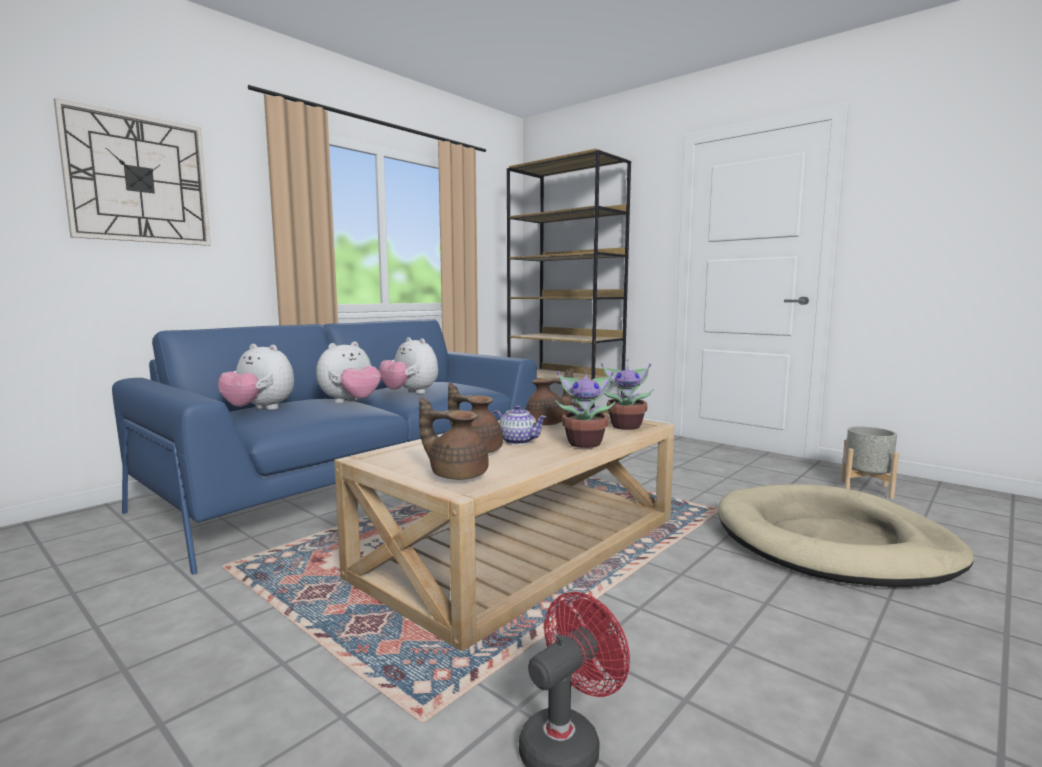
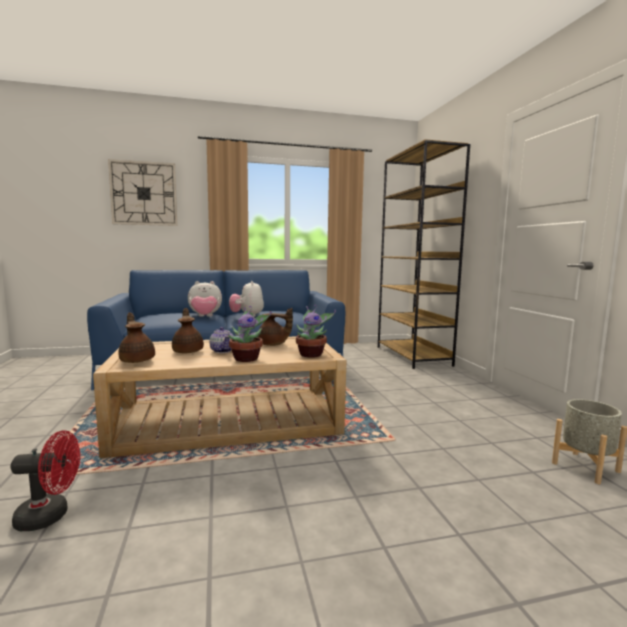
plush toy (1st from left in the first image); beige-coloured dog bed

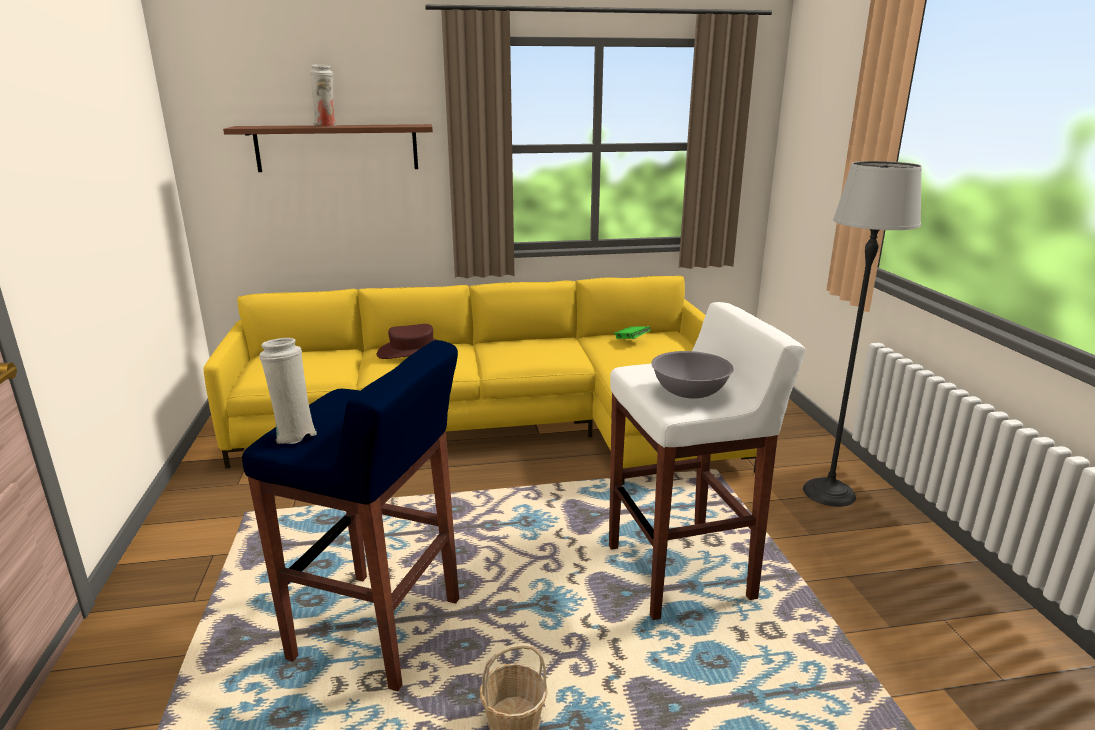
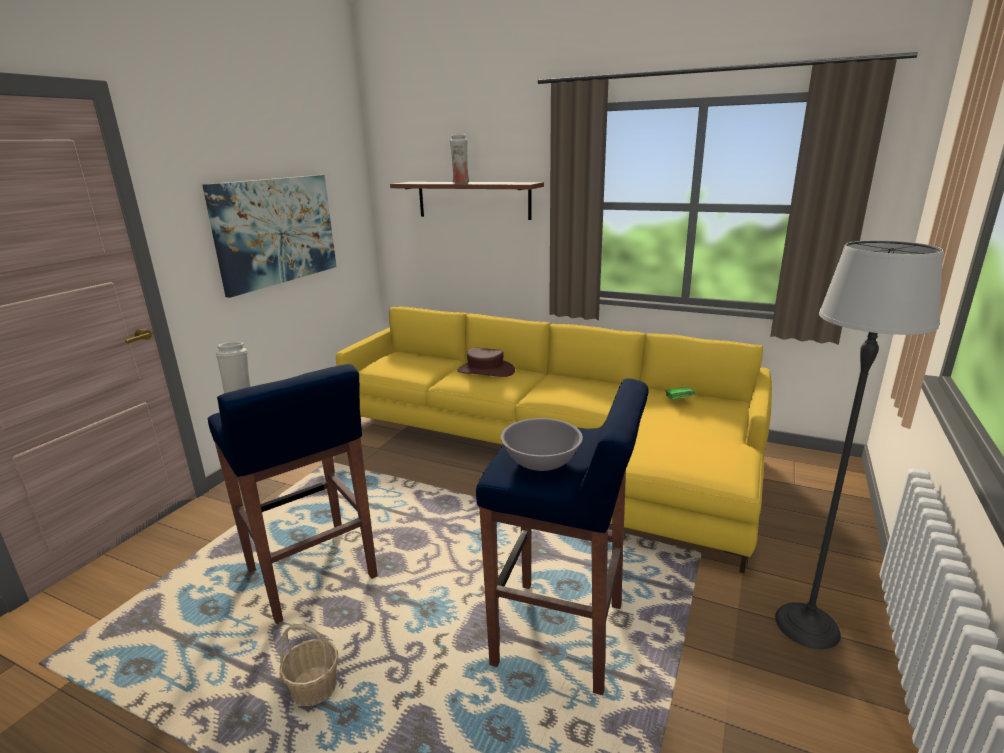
picture; bluish stool seat (2nd from left)

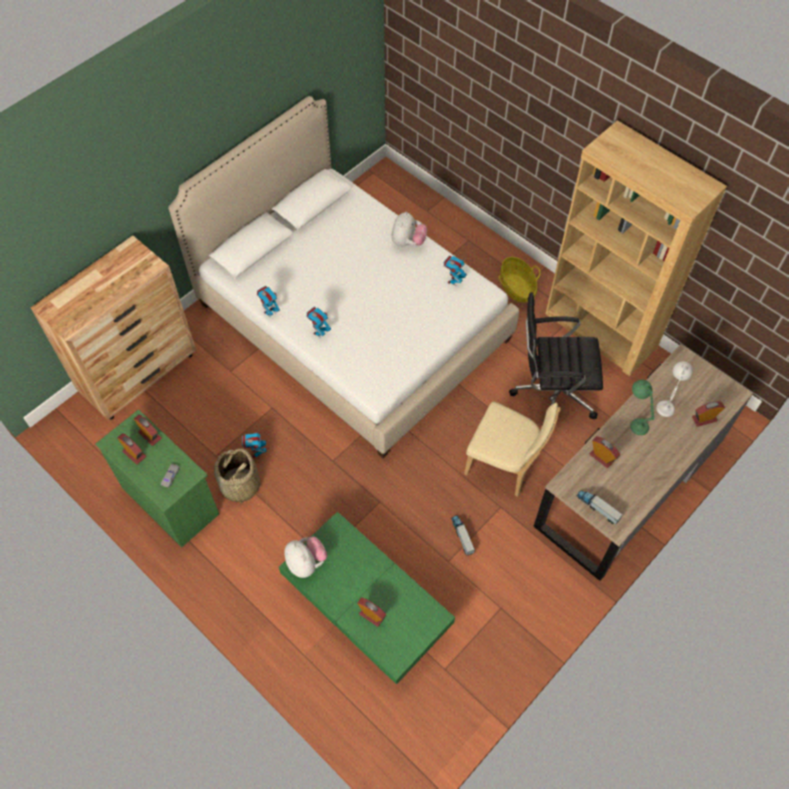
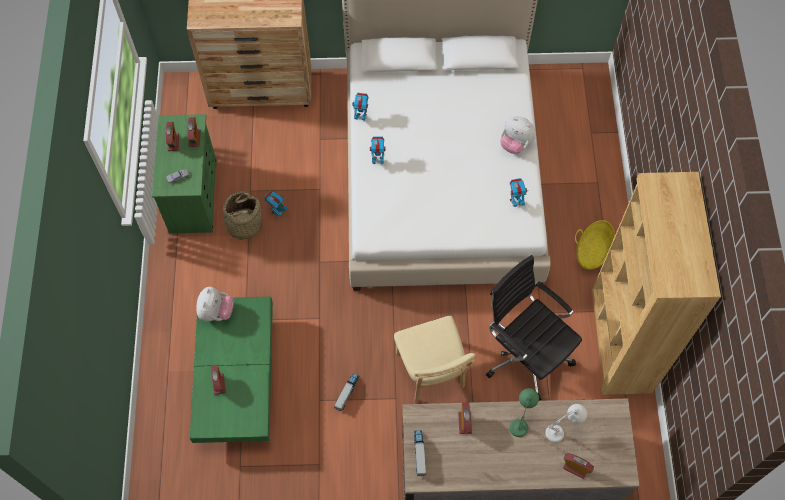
plush toy (2nd from left)

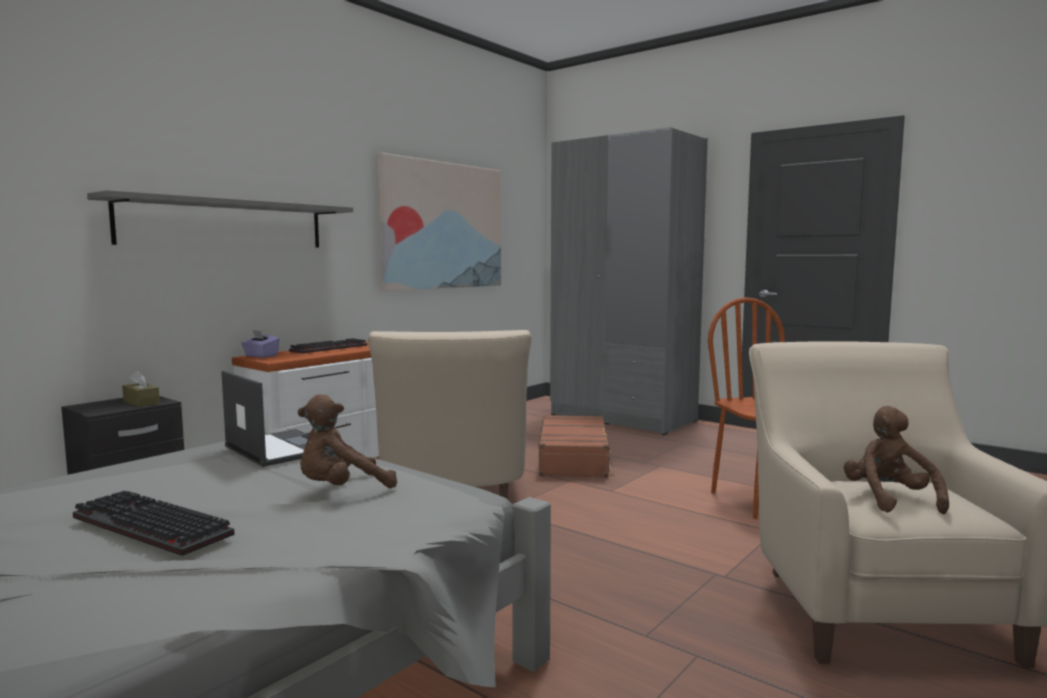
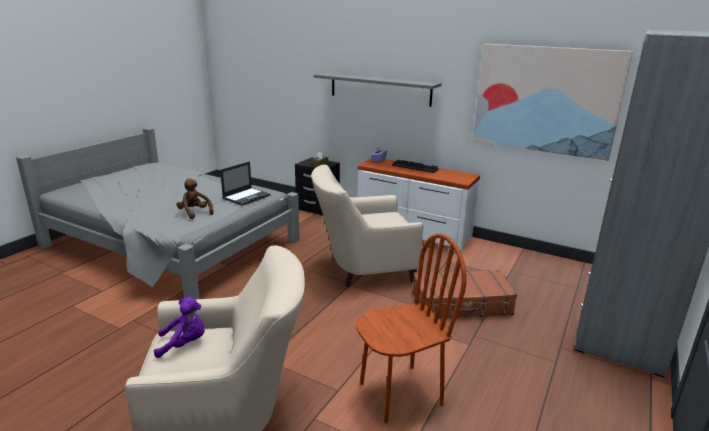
computer keyboard (1st from left in the first image); purple plush toy

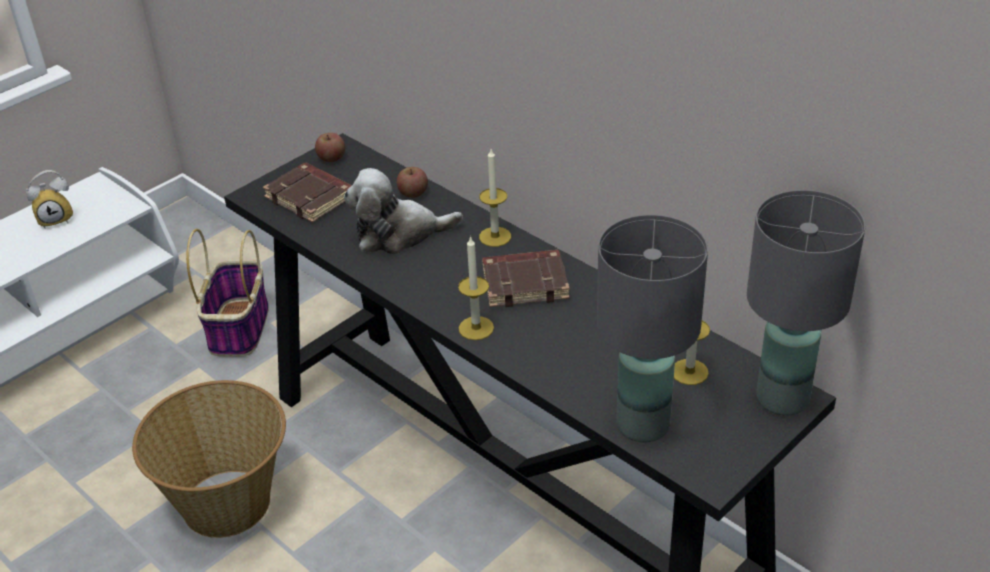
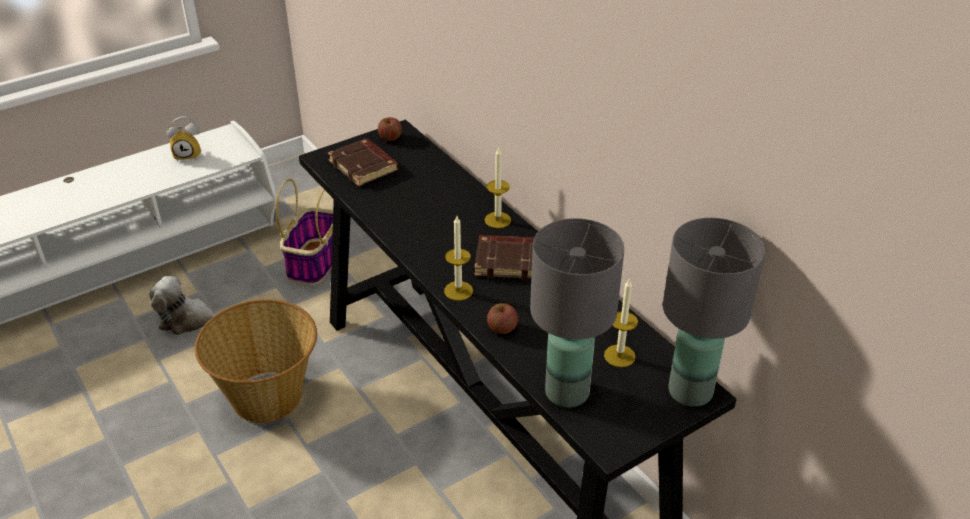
plush toy; whole apple (2nd from left)

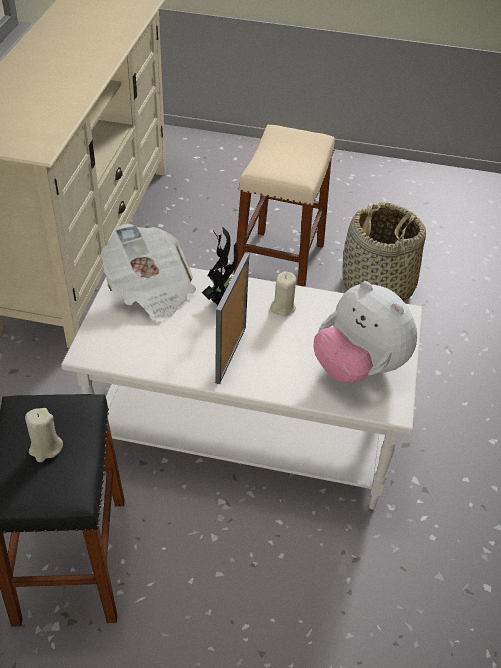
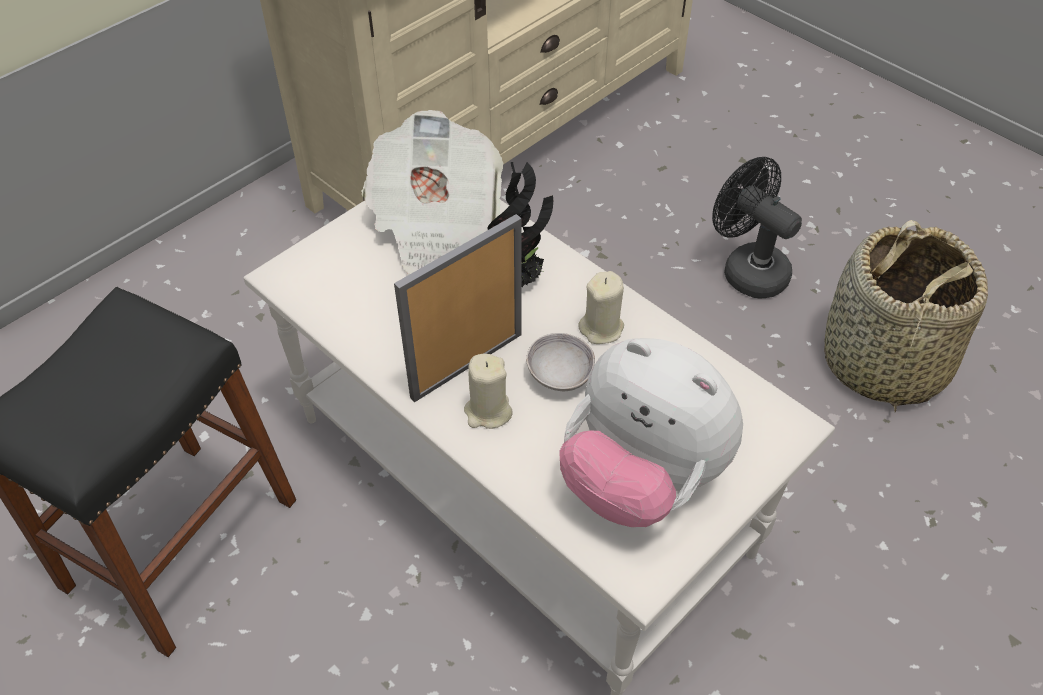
grey bowl; beige-coloured candle (1st from left); blackish electric fan; plush toy

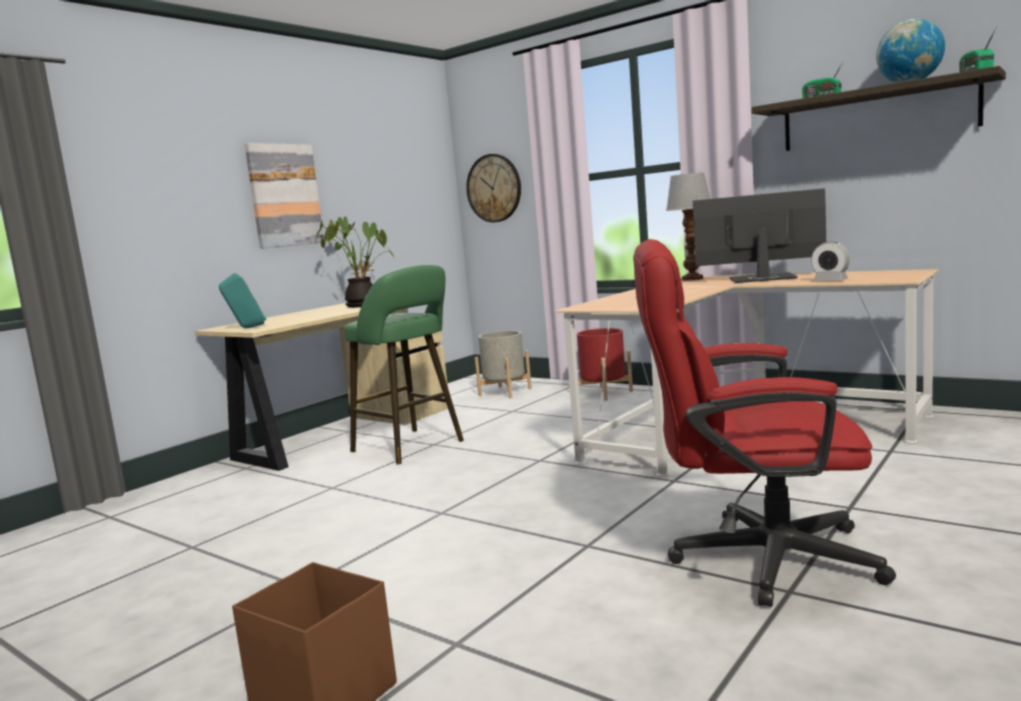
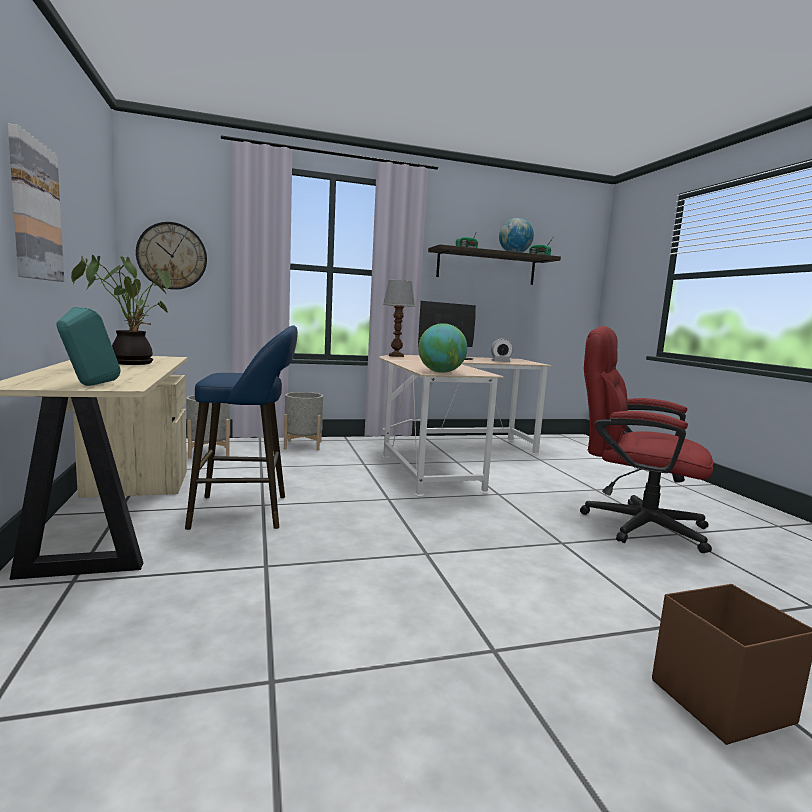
desk globe (1st from left); bluish stool seat; grey planter (2nd from left); reddish desk chair

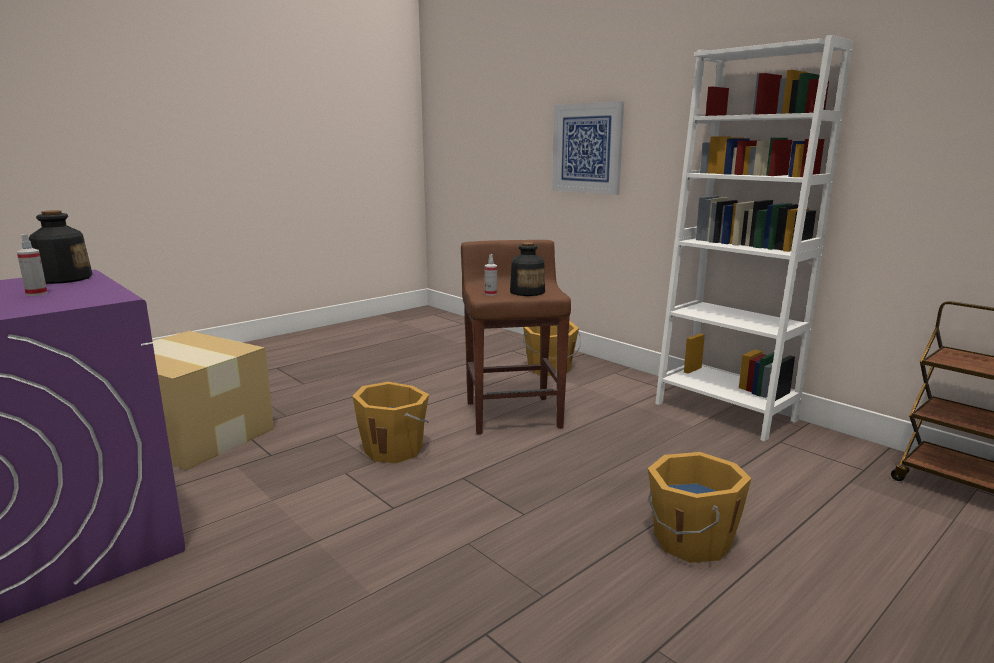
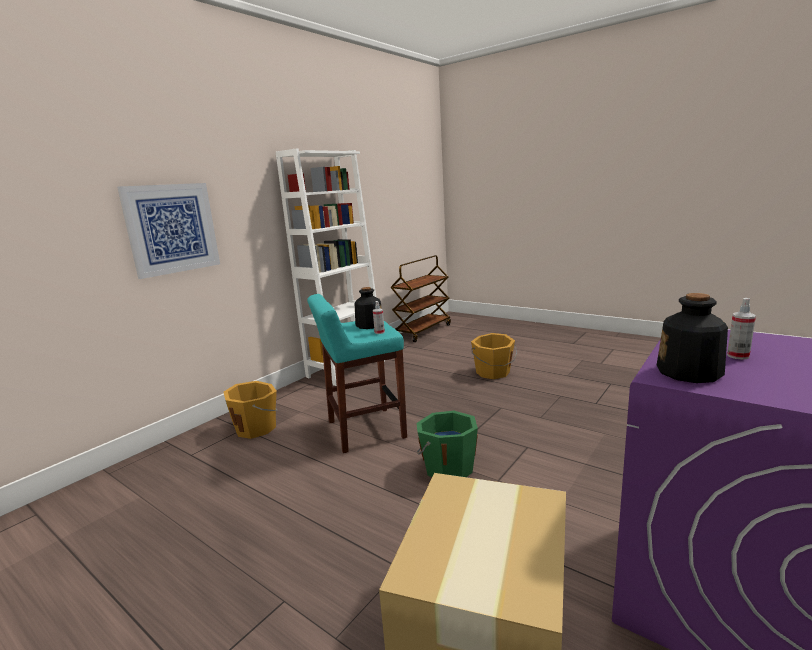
green-coloured pail; turquoise stool seat

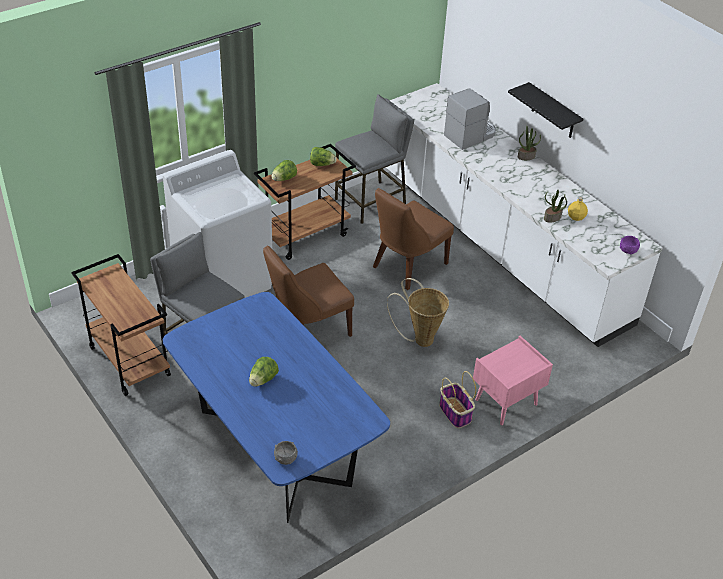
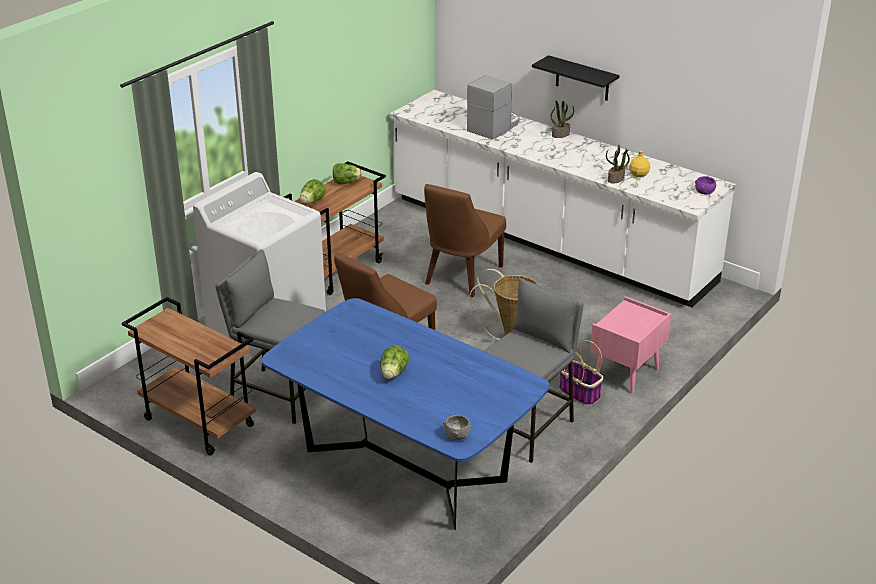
grey stool seat (2nd from left)

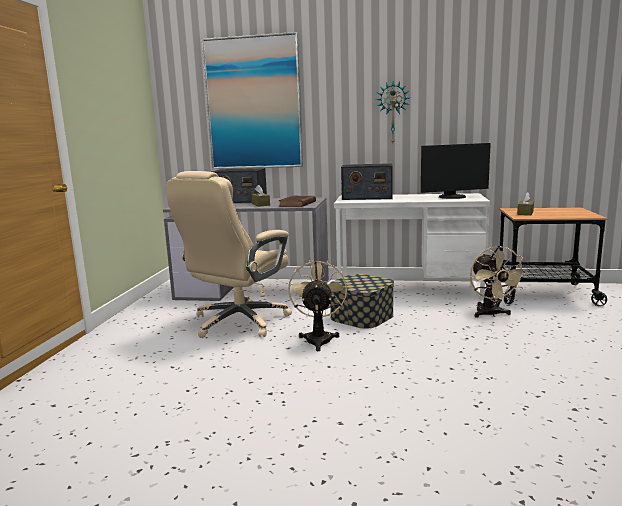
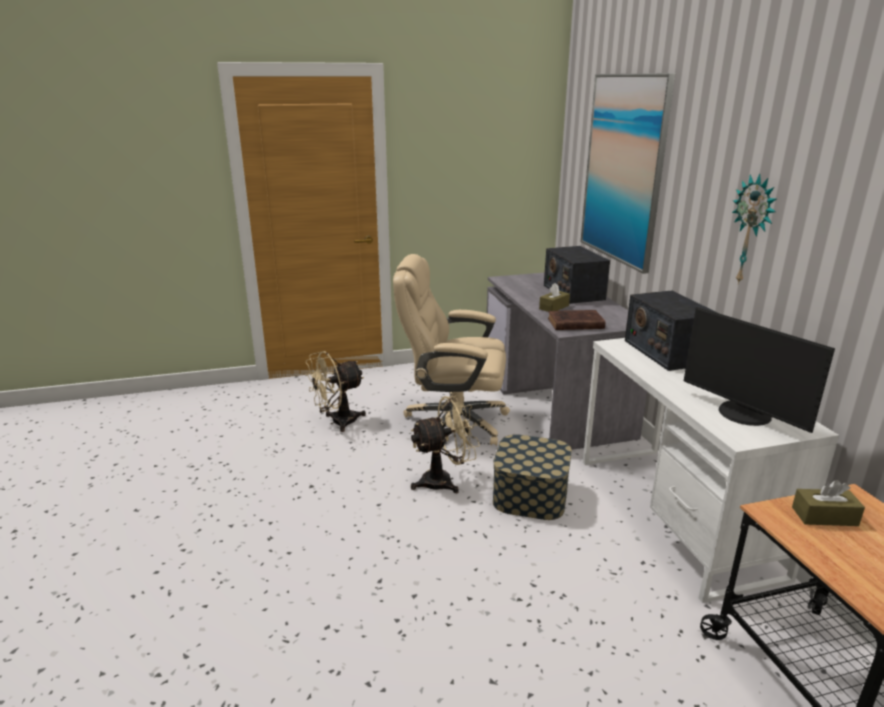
beige-coloured electric fan (1st from left)

